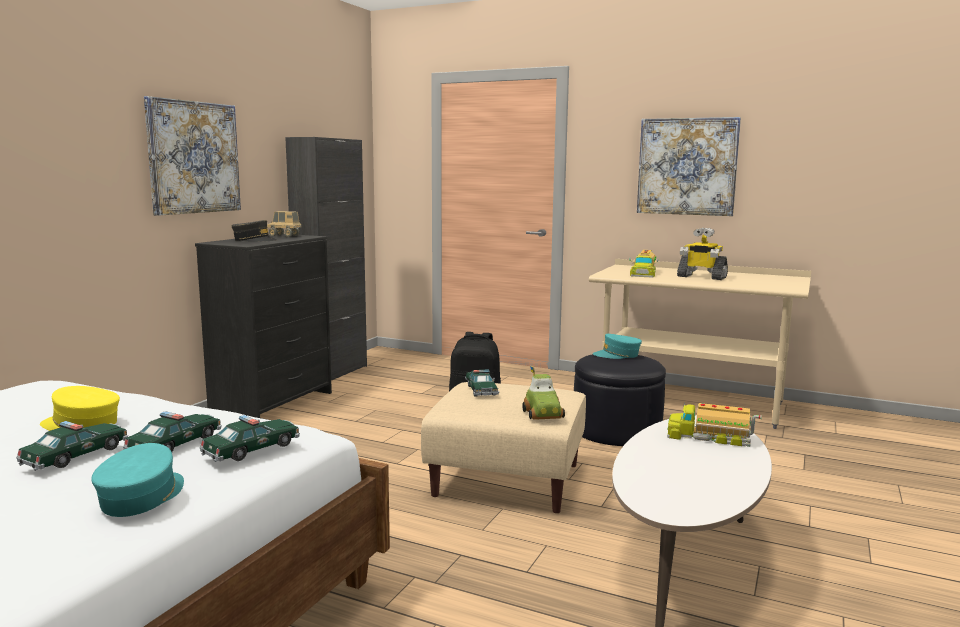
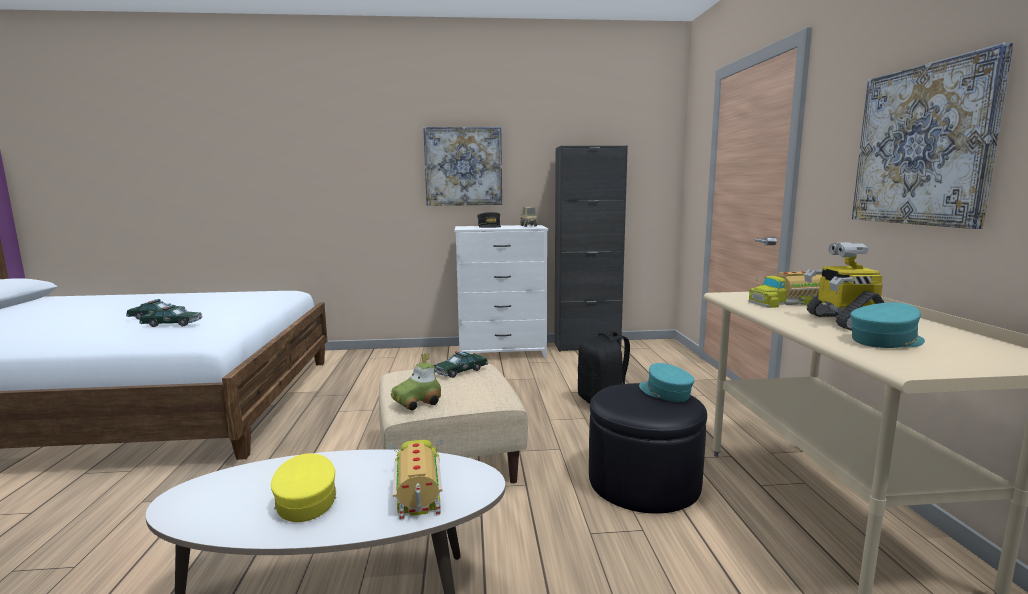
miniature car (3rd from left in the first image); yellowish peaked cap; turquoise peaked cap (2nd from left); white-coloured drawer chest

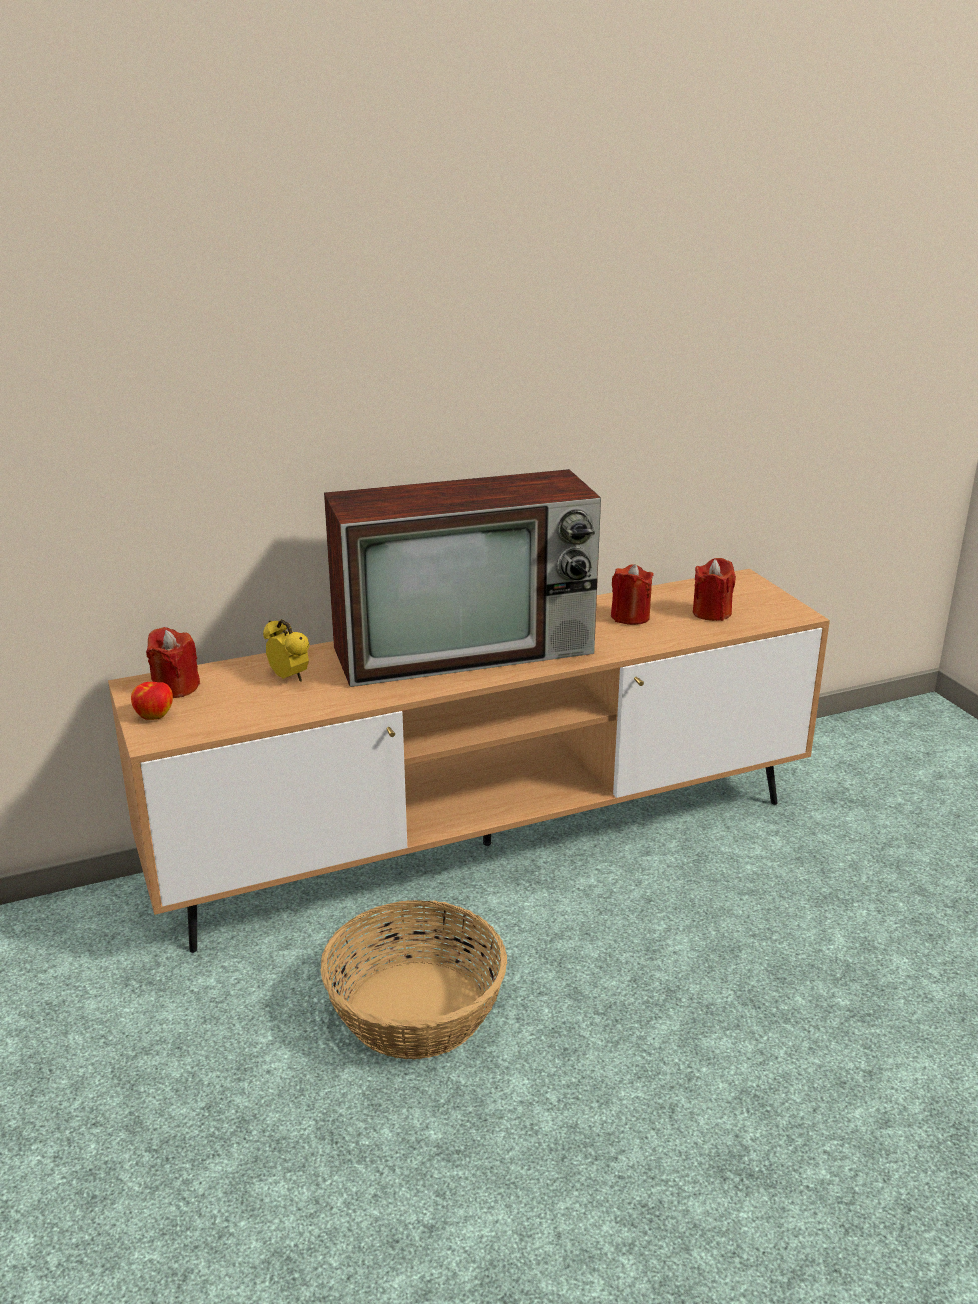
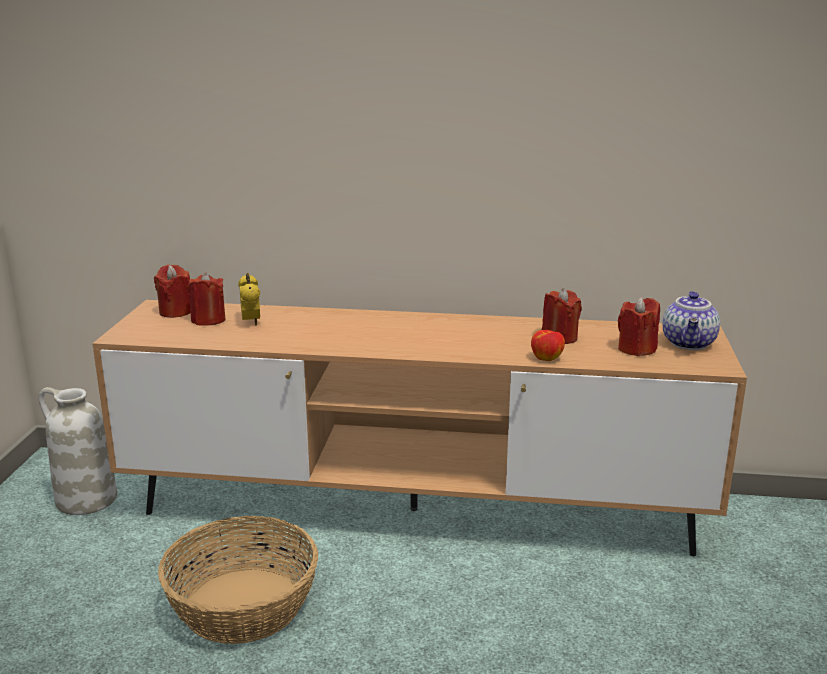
TV set; white-coloured decorative vase; reddish candle (2nd from left); teapot; whole apple

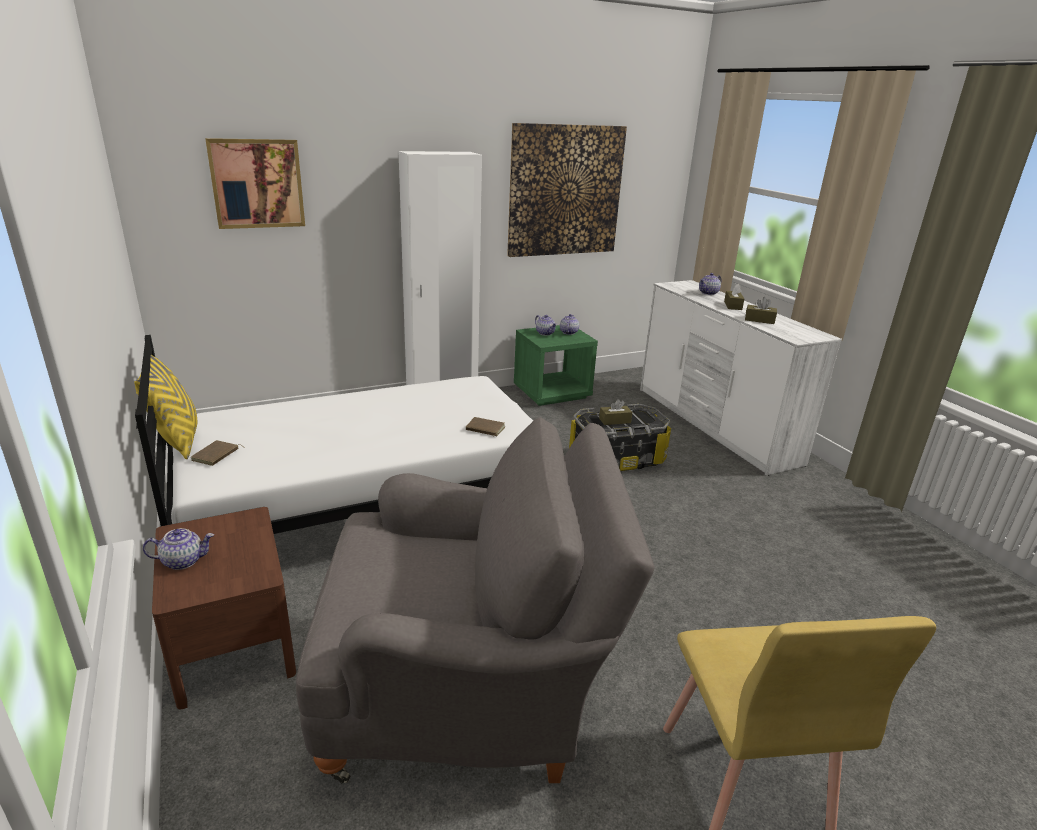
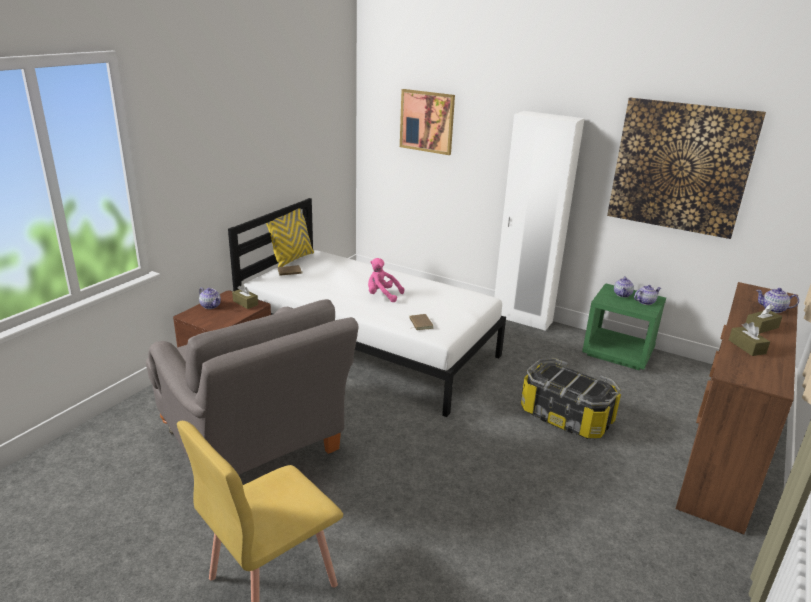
pinkish plush toy; brownish tissue holder (1st from left); brownish drawer chest

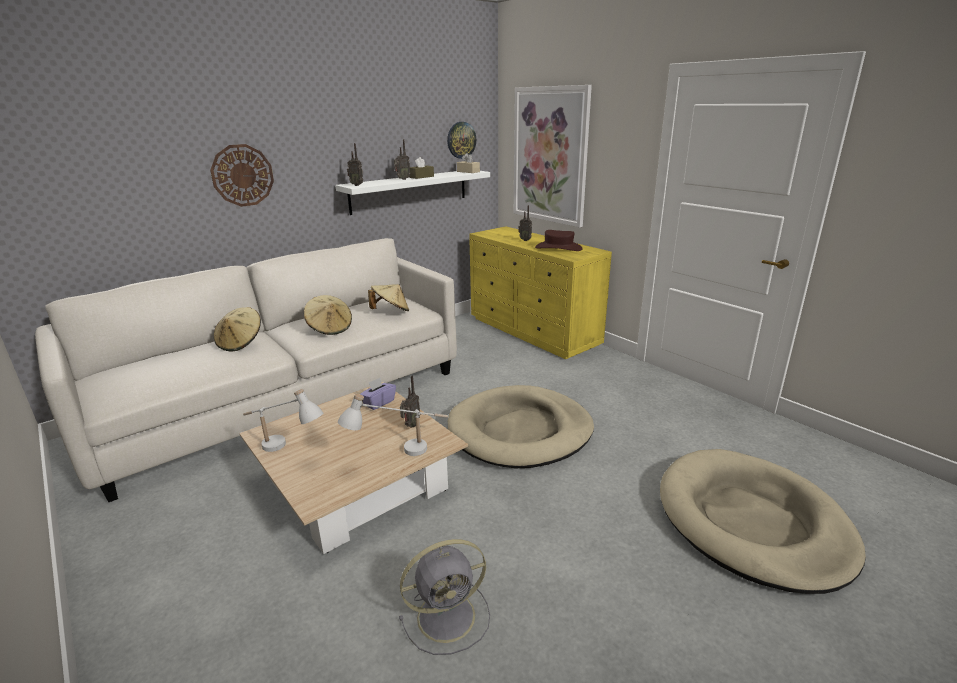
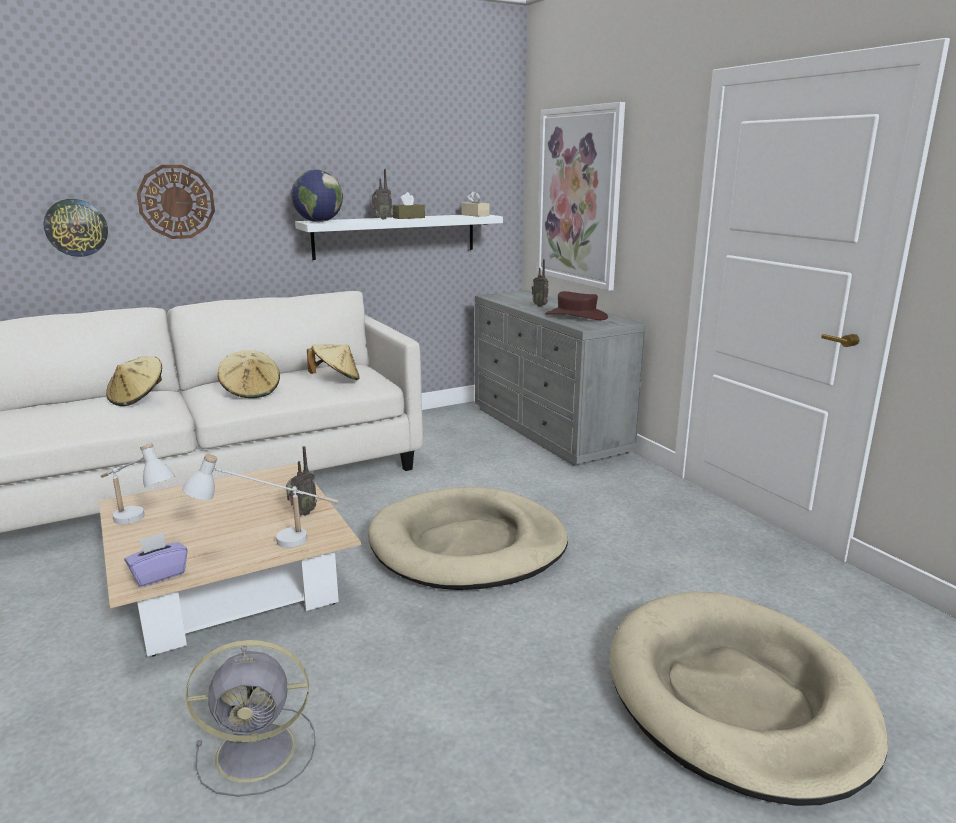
purple tissue holder; wall clock (1st from left); desk globe; grey drawer chest

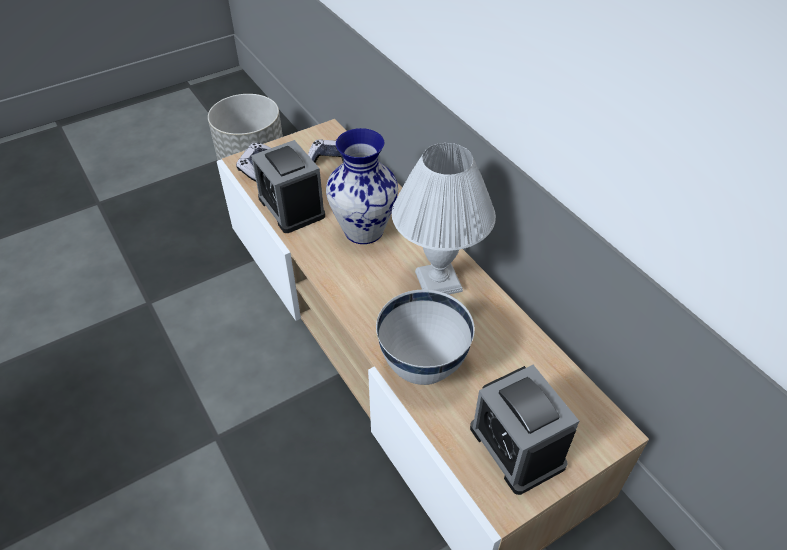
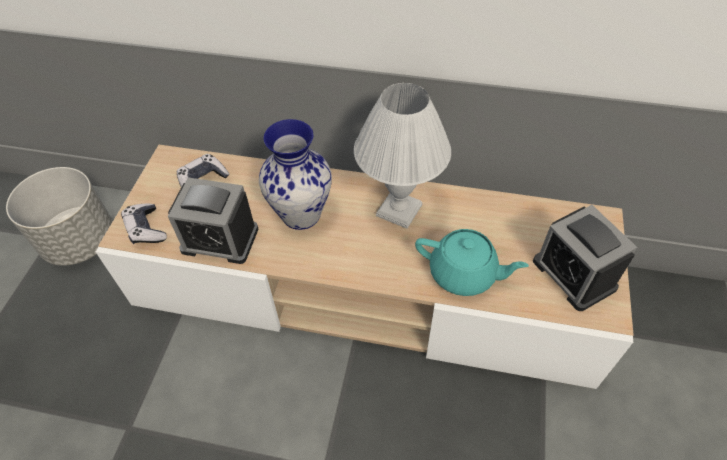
turquoise teapot; table clock (2nd from left)

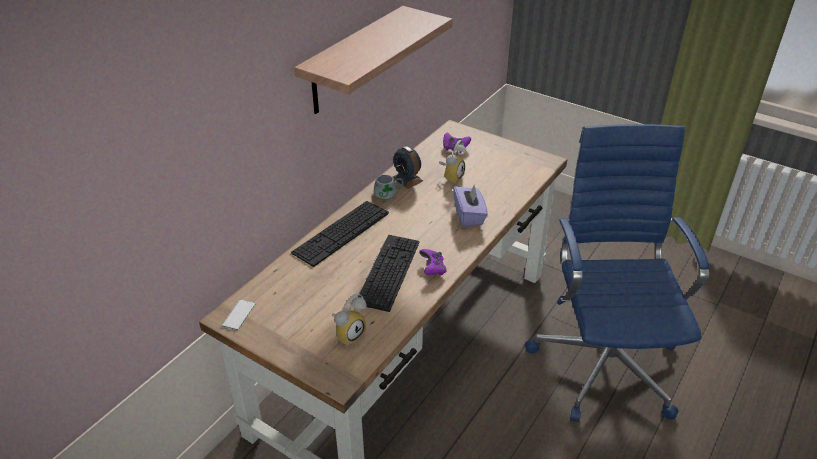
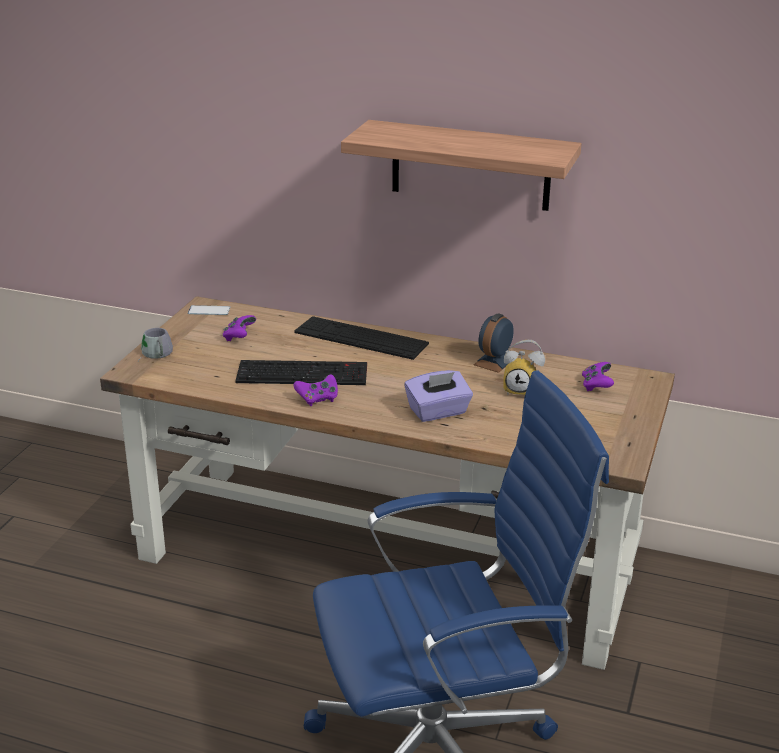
table clock (1st from left in the first image); purple game controller (1st from left); grey tea mug

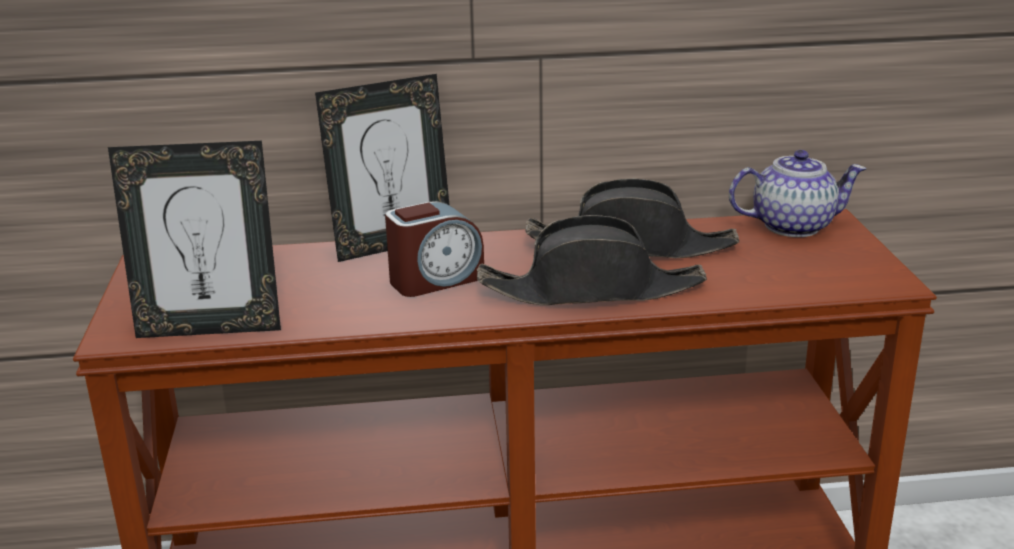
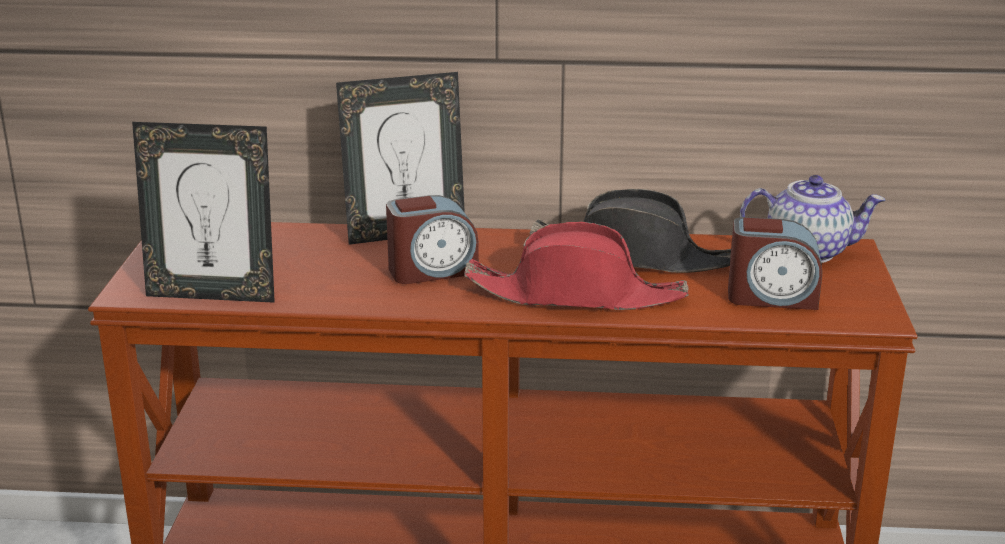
table clock (2nd from left); reddish clothing hat

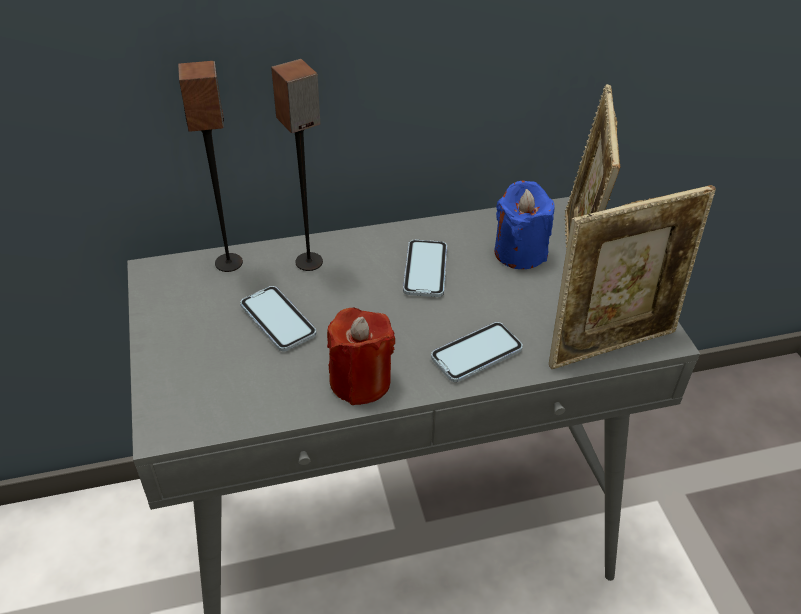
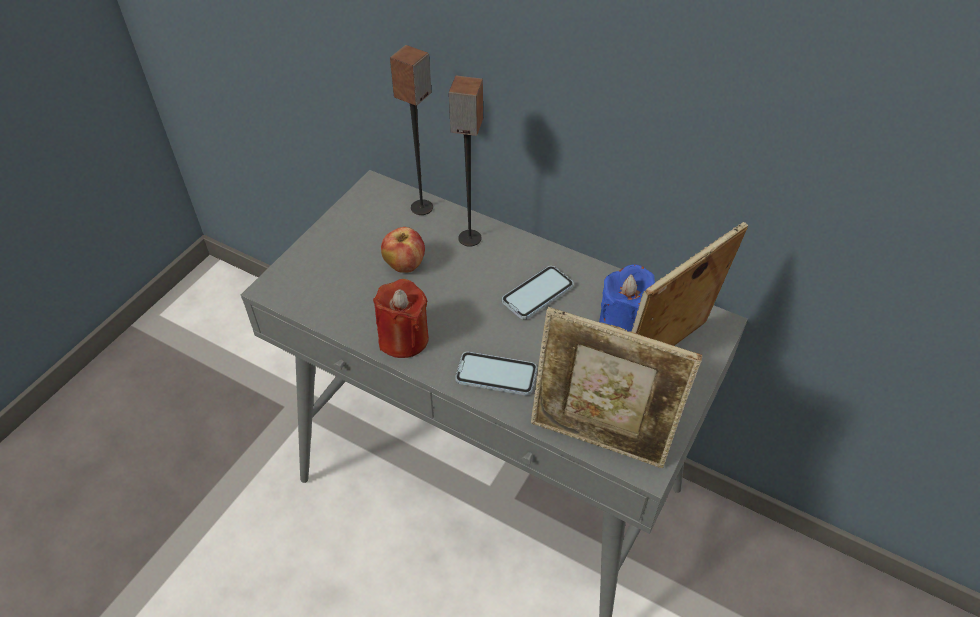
whole apple

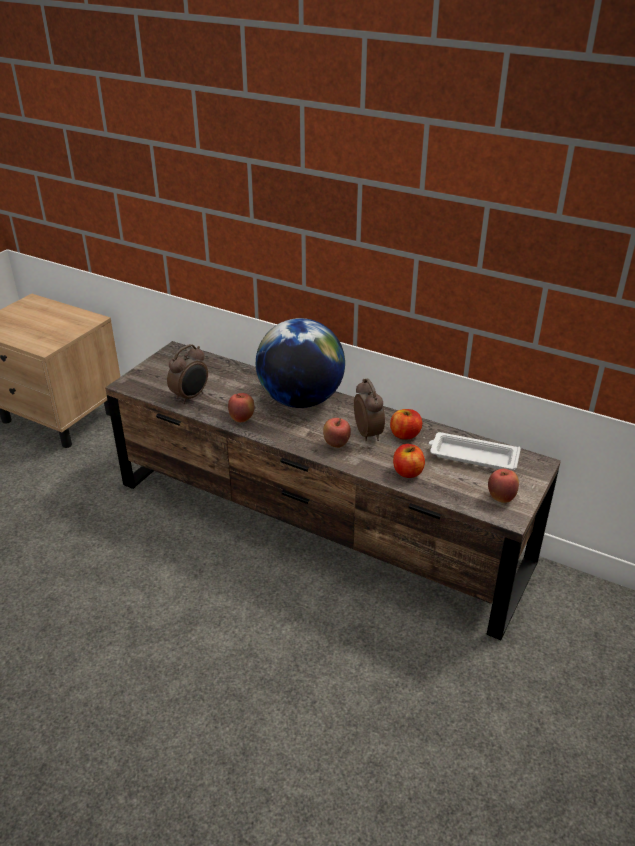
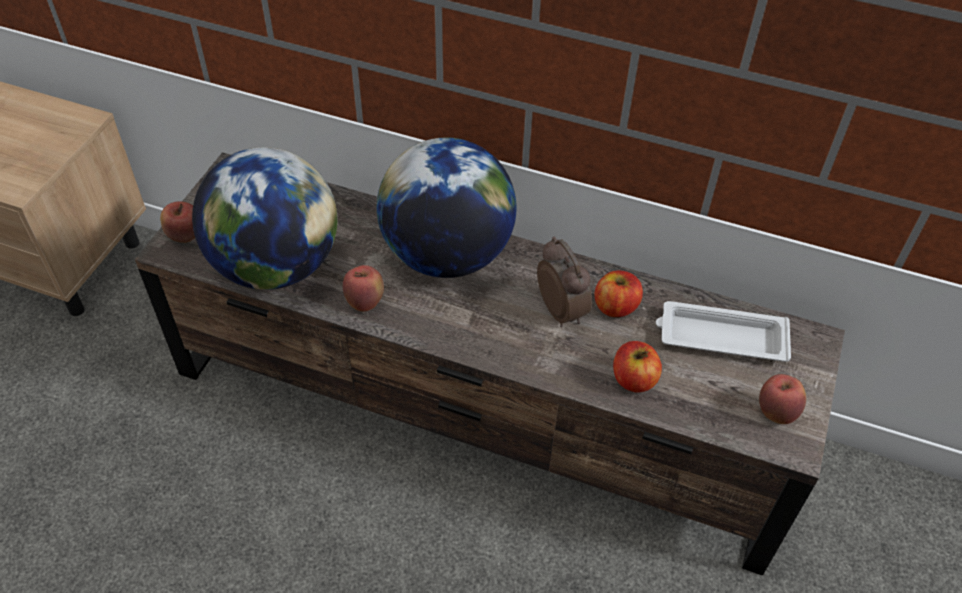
whole apple (1st from left); desk globe (1st from left)

